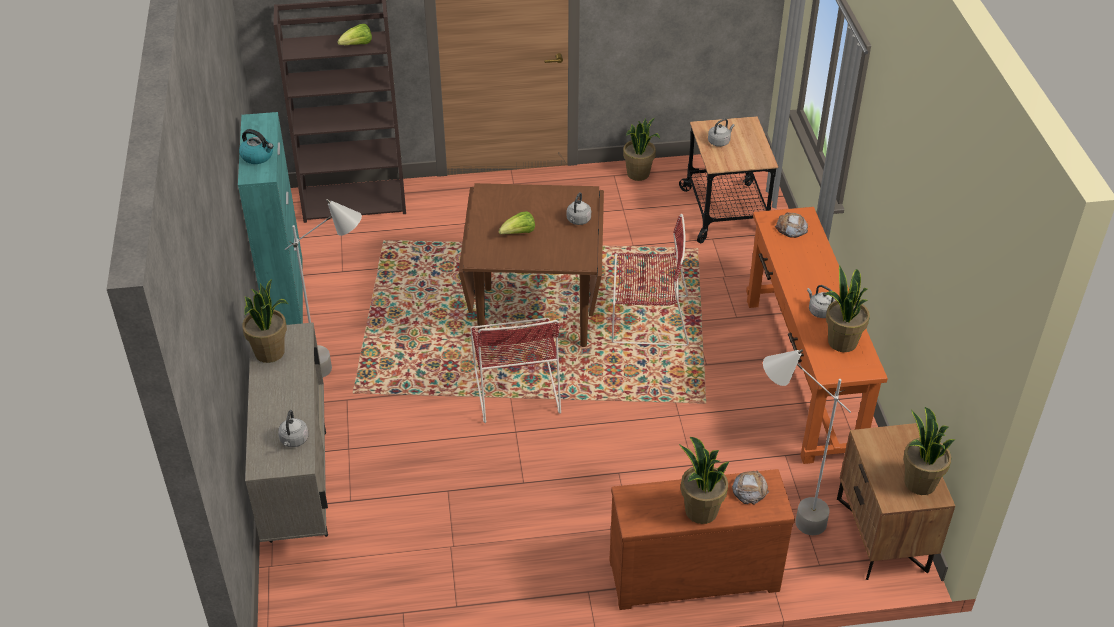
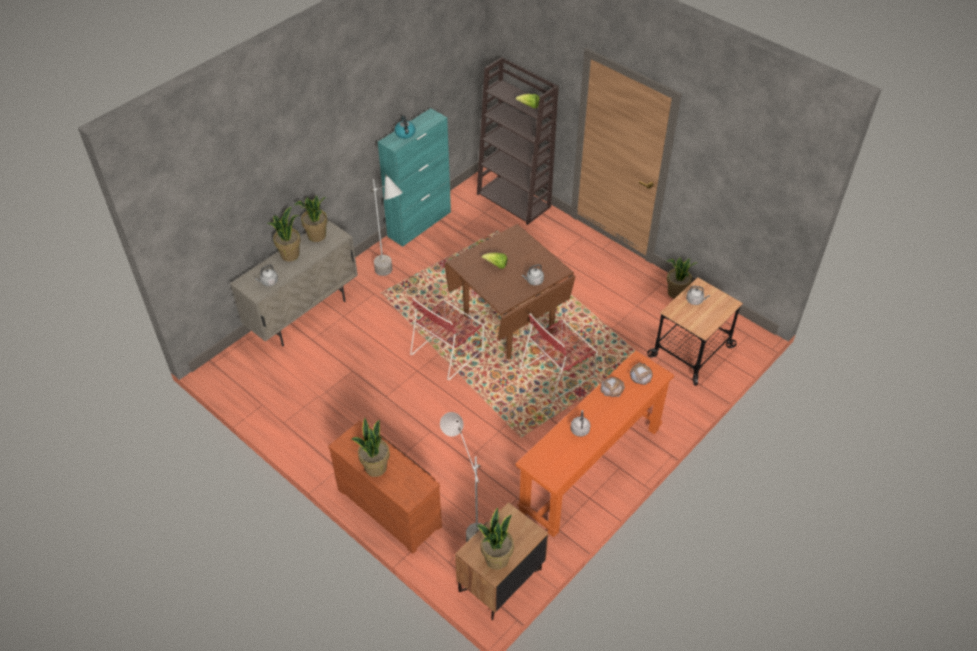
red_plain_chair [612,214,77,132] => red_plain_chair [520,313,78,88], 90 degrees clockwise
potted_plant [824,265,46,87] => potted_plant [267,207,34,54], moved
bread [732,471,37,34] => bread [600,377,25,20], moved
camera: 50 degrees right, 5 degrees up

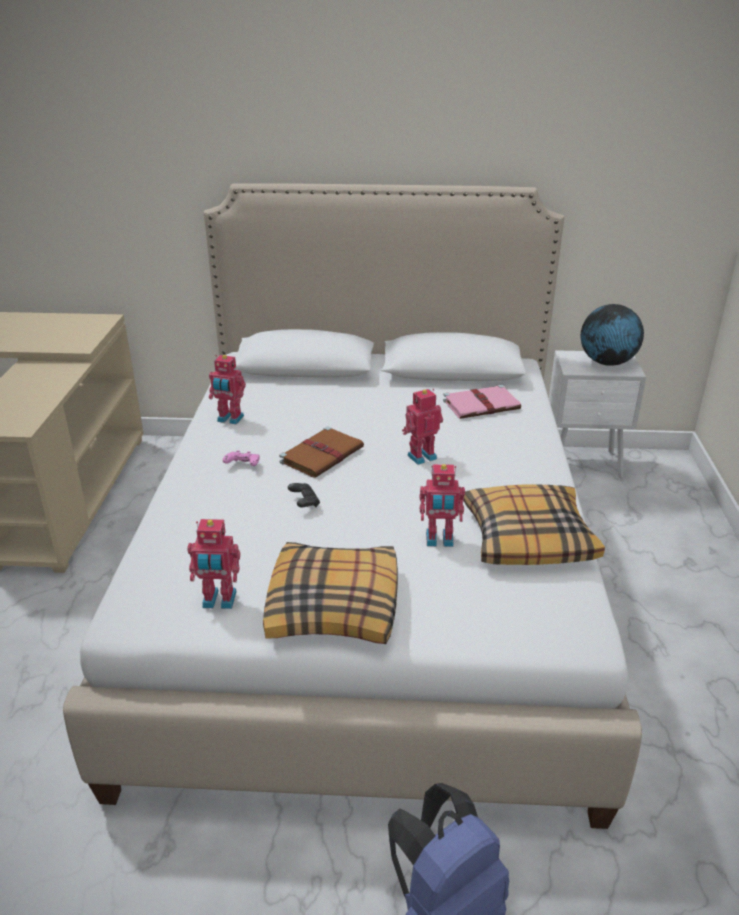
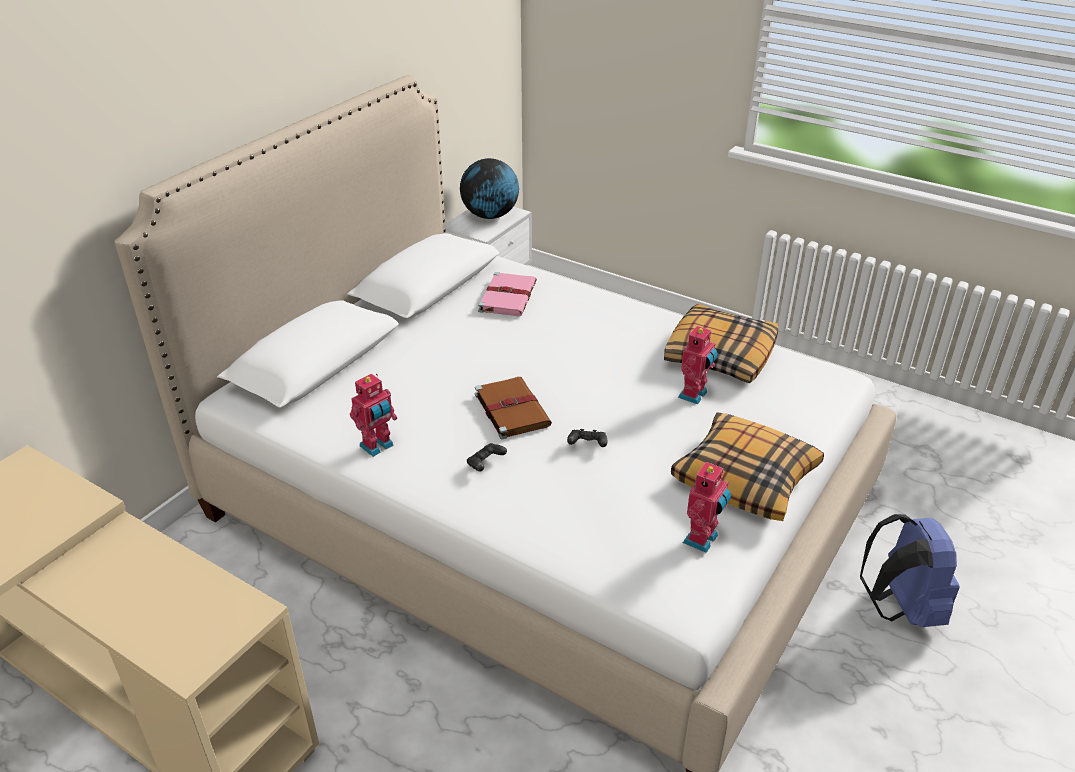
model_robot [402,389,41,76] => nothing
pinkish_joypad [223,450,37,16] => black-coloured_joypad [467,443,40,28]
camera: 60 degrees left, 5 degrees up

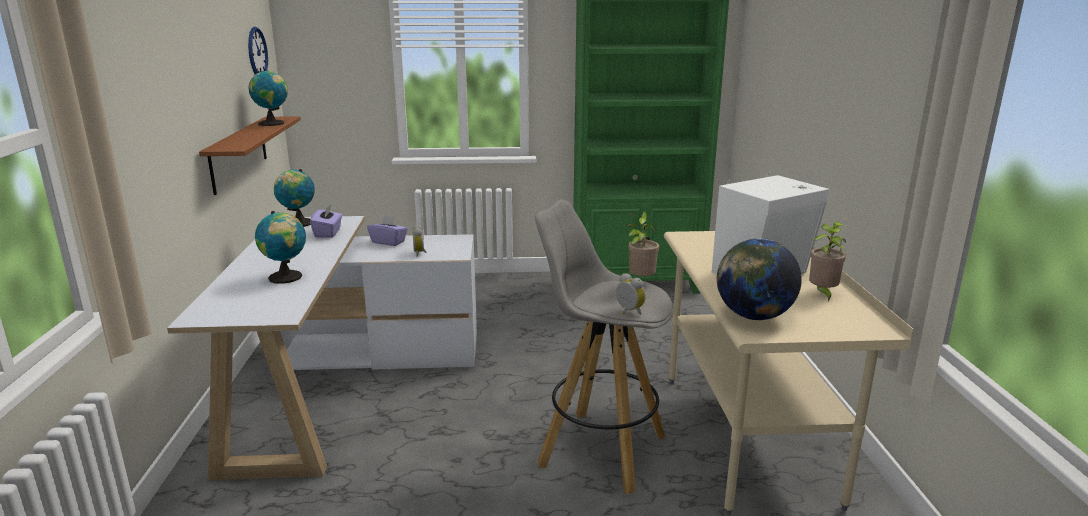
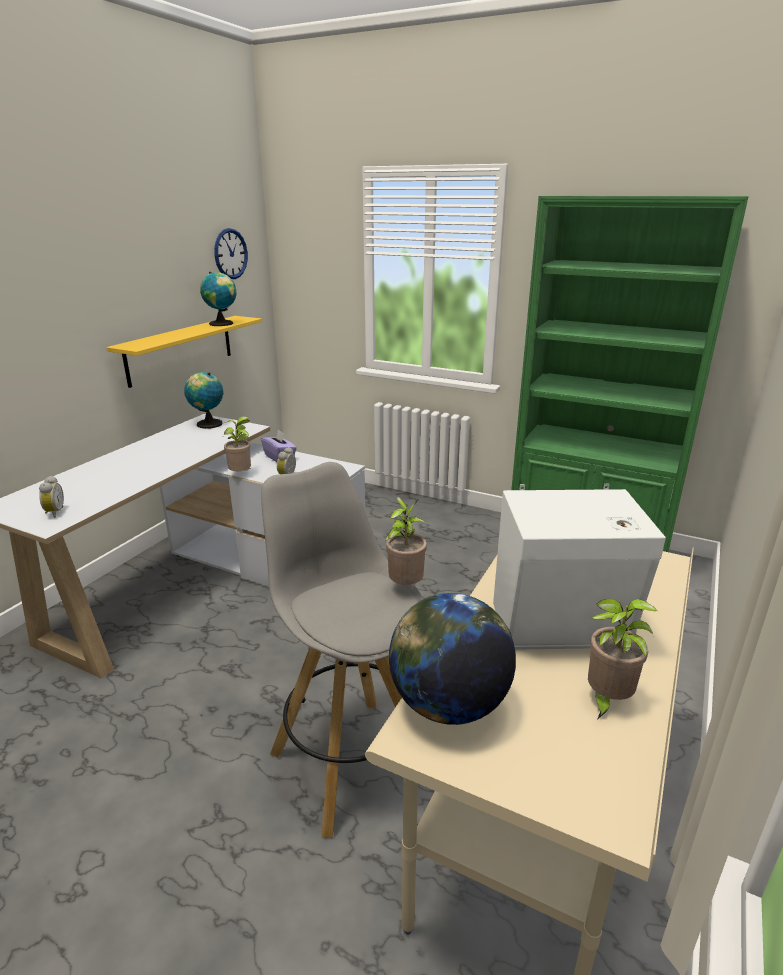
brown-coloured_shelf [199,116,102,79] => yellow_shelf [106,316,156,72]
purple-coloured_tissue_holder [310,204,32,33] => nothing
globe [255,211,51,73] => nothing
bedside_clock [616,273,30,42] => bedside_clock [39,476,25,42], moved
nothing => potted_plant [223,416,28,55]
camera: 30 degrees right, 5 degrees up

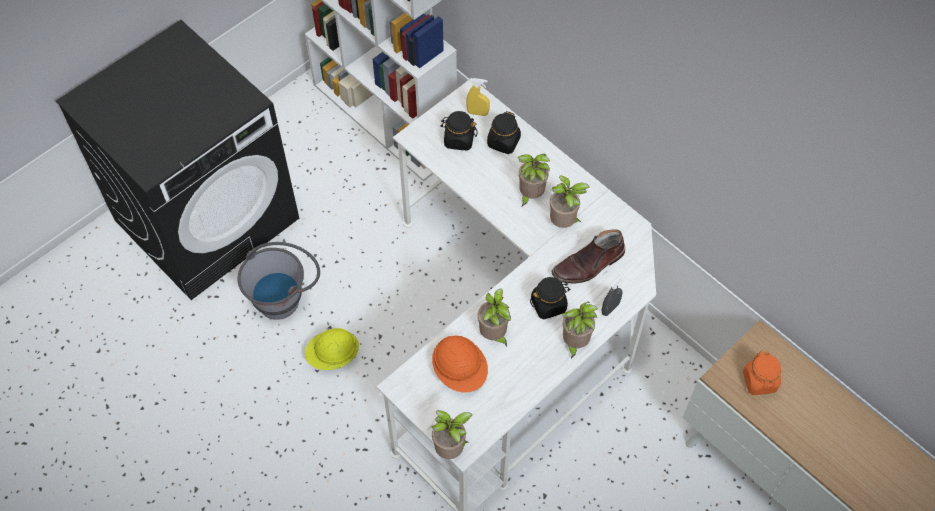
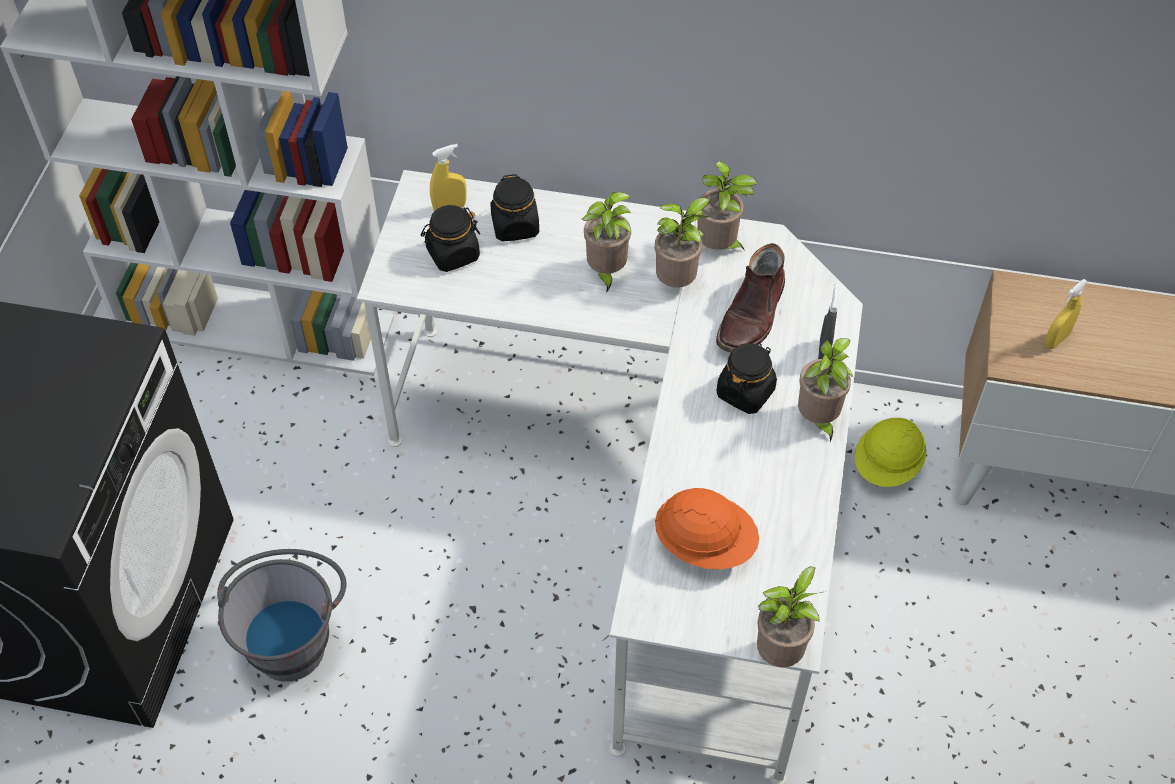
potted_plant [478,289,33,58] => potted_plant [697,161,60,90], moved
yellow_safety_helmet [305,328,54,42] => yellow_safety_helmet [855,418,71,69], moved
orange_jar [743,351,38,44] => yellow_spray_bottle [1045,279,43,70]
camera: 35 degrees left, 5 degrees down

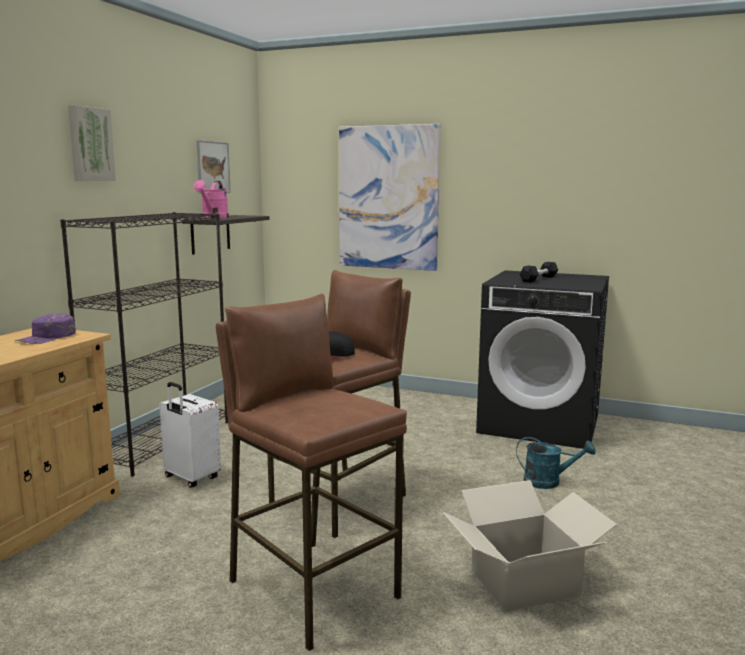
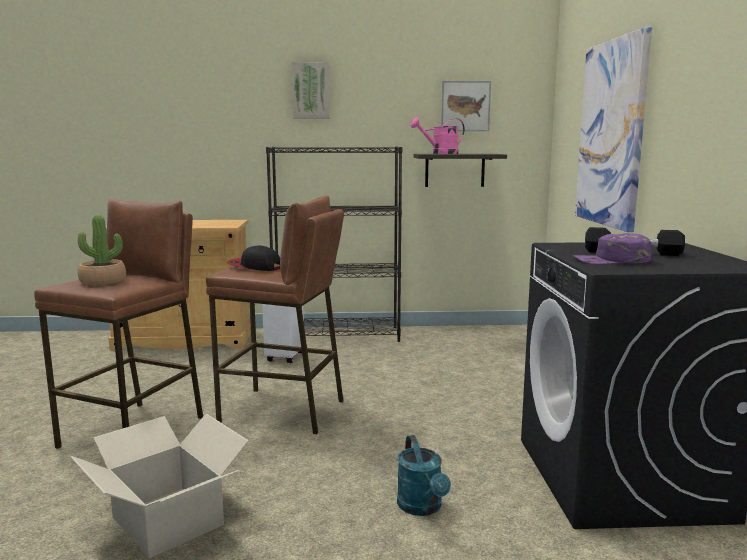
purple-coloured_peaked_cap [15,313,61,31] => purple-coloured_peaked_cap [573,233,79,31], moved
nothing => potted_plant [78,215,48,71]
camera: 65 degrees right, 0 degrees up

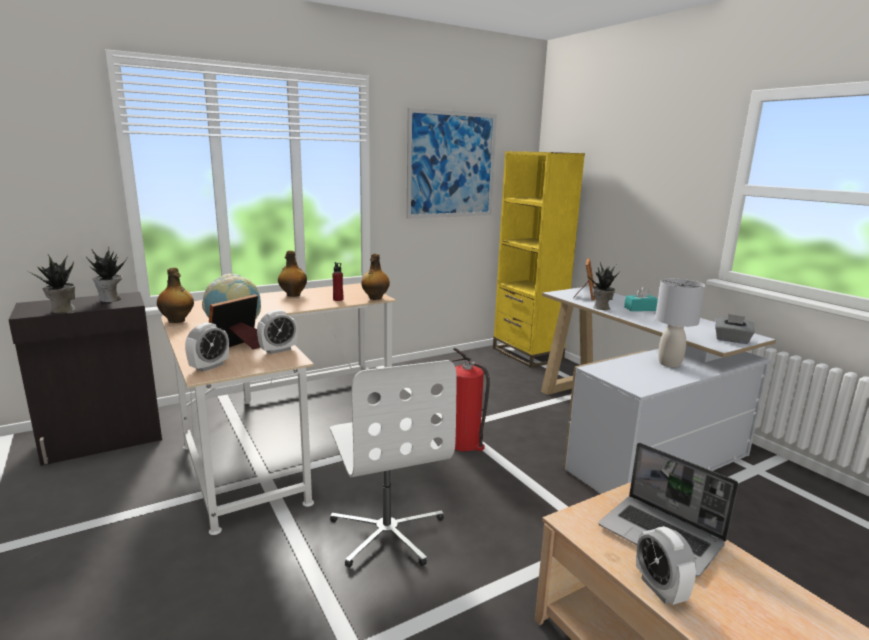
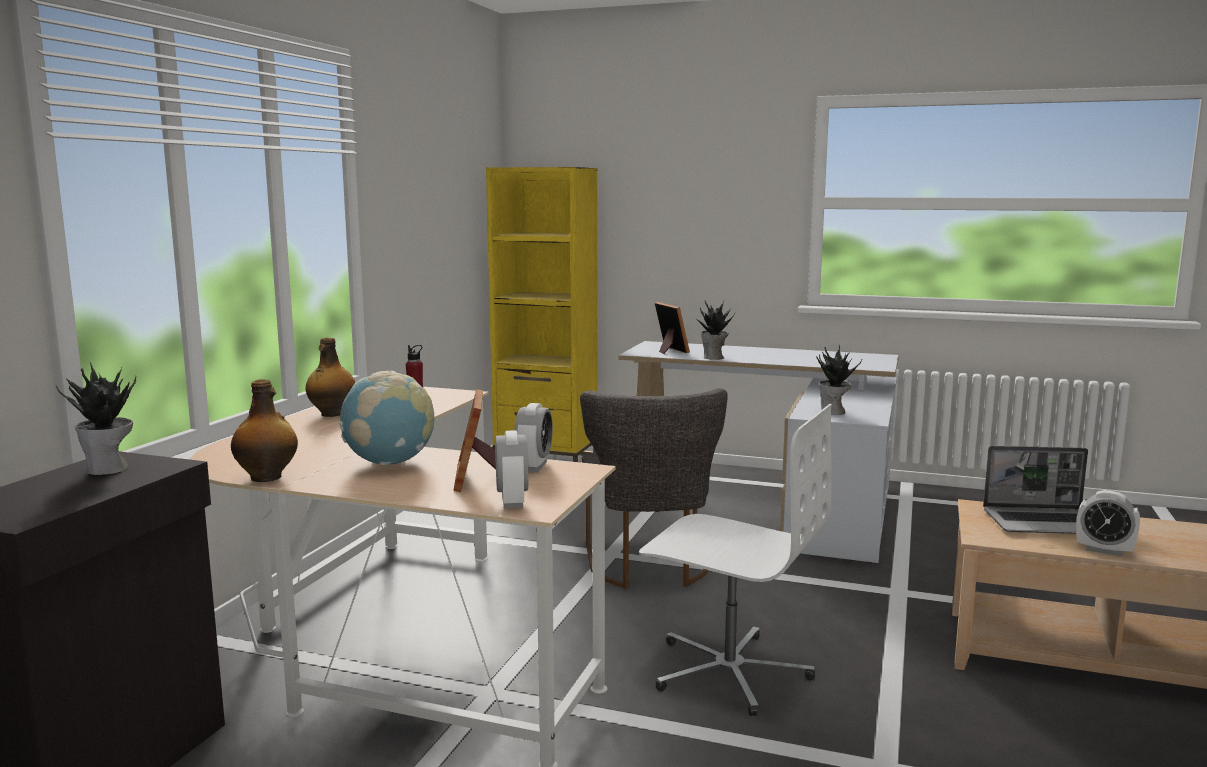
wall_art [407,108,90,111] => nothing
potted_plant [28,254,48,59] => potted_plant [817,345,45,70], moved
beverage_bottle [361,254,29,46] => nothing
grey_lamp_for_a_table [655,279,50,88] => nothing
turquoise-coloured_tissue_holder [624,286,34,25] => nothing
grey_tissue_holder [715,314,40,30] => nothing
extinguisher [451,348,39,103] => grey_plain_chair [580,388,148,201]
camera: 40 degrees left, 5 degrees down

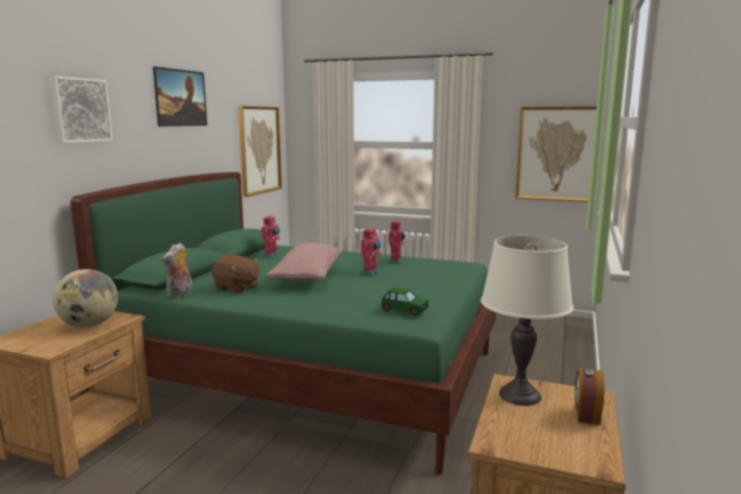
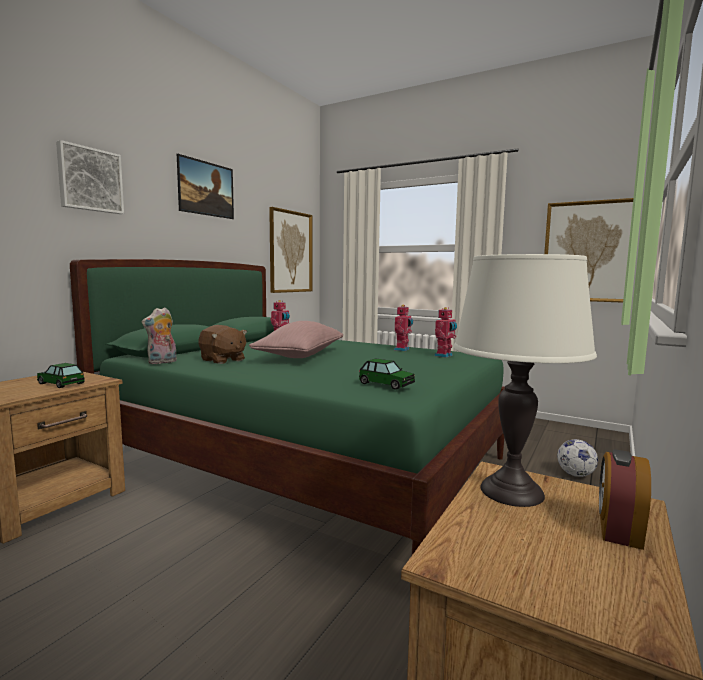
model_robot [361,227,20,48] => model_robot [434,307,23,51], moved
globe [53,269,65,59] => model_car [37,363,47,25]
nothing => football [557,439,41,38]
camera: 10 degrees right, 5 degrees down

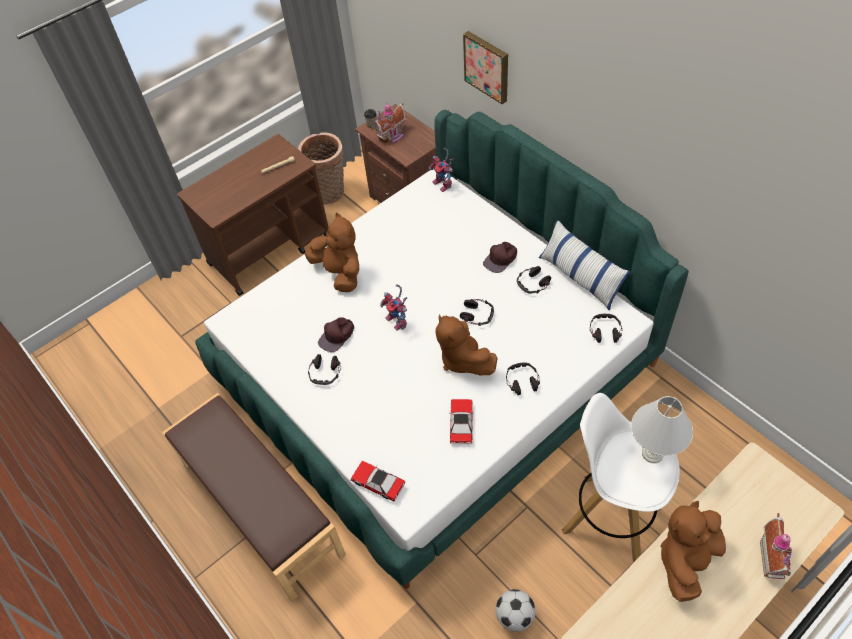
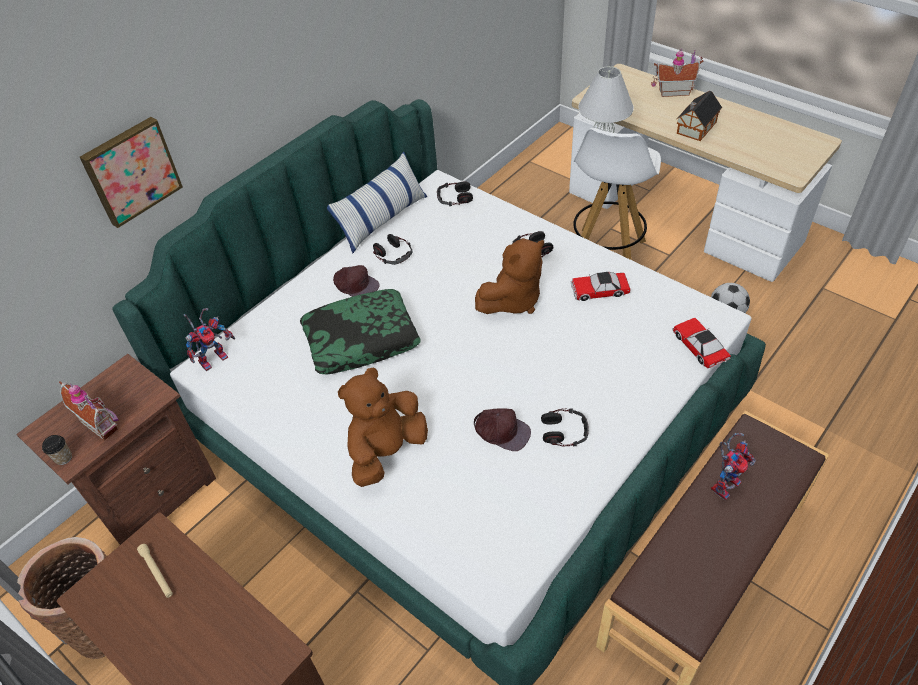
model_robot [380,285,27,45] => model_robot [711,433,45,68], moved
pair_of_headphones [460,299,34,27] => nothing
model_car [351,461,55,40] => model_car [672,318,59,51], 135 degrees clockwise
brown-coloured_soft_toy [660,501,66,101] => miniature_house [677,91,45,50]
nothing => throw_pillow [300,289,120,85]
camera: 100 degrees left, 5 degrees down

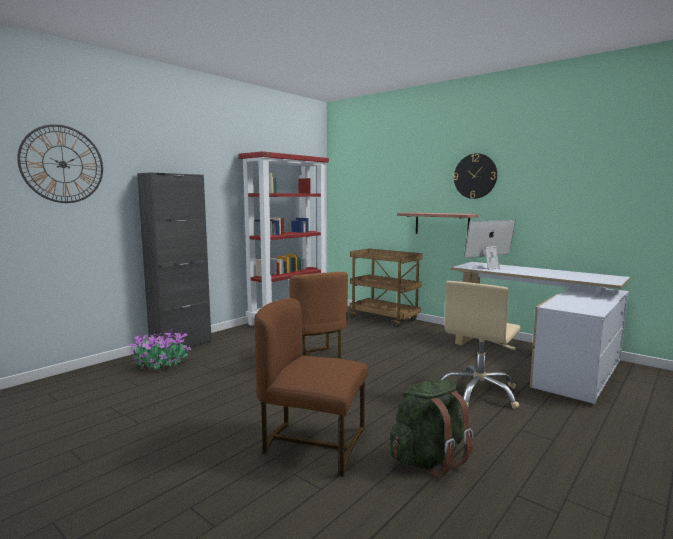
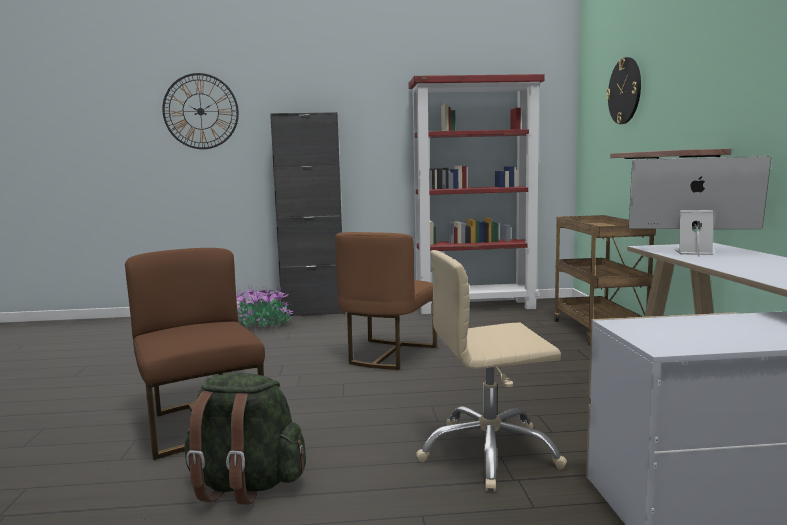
wall_clock [453,153,44,46] => wall_clock [606,57,35,67], moved
camera: 45 degrees right, 0 degrees up

